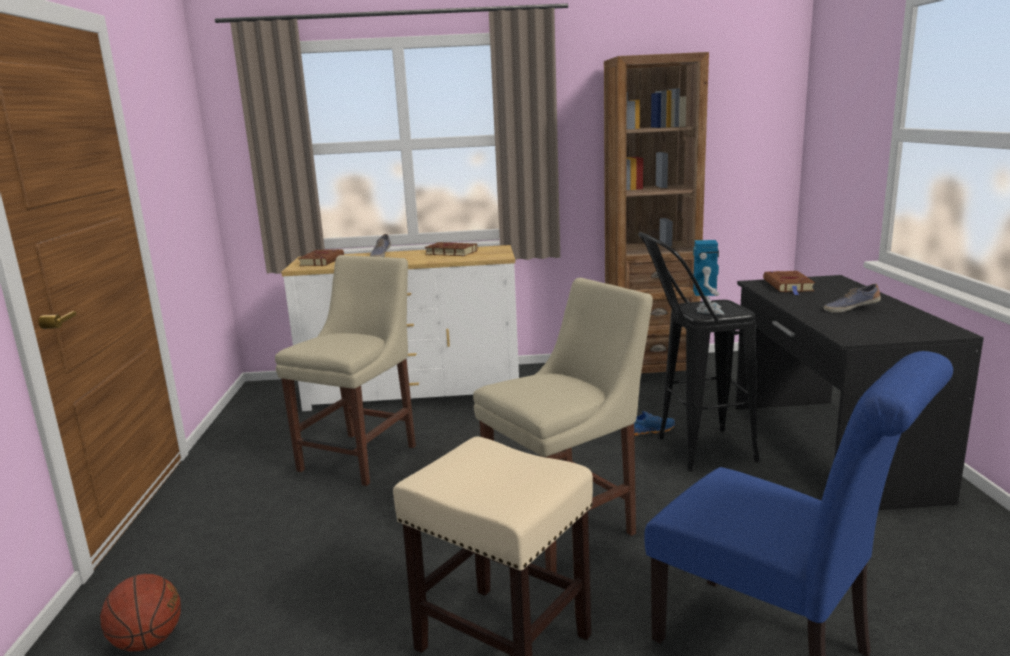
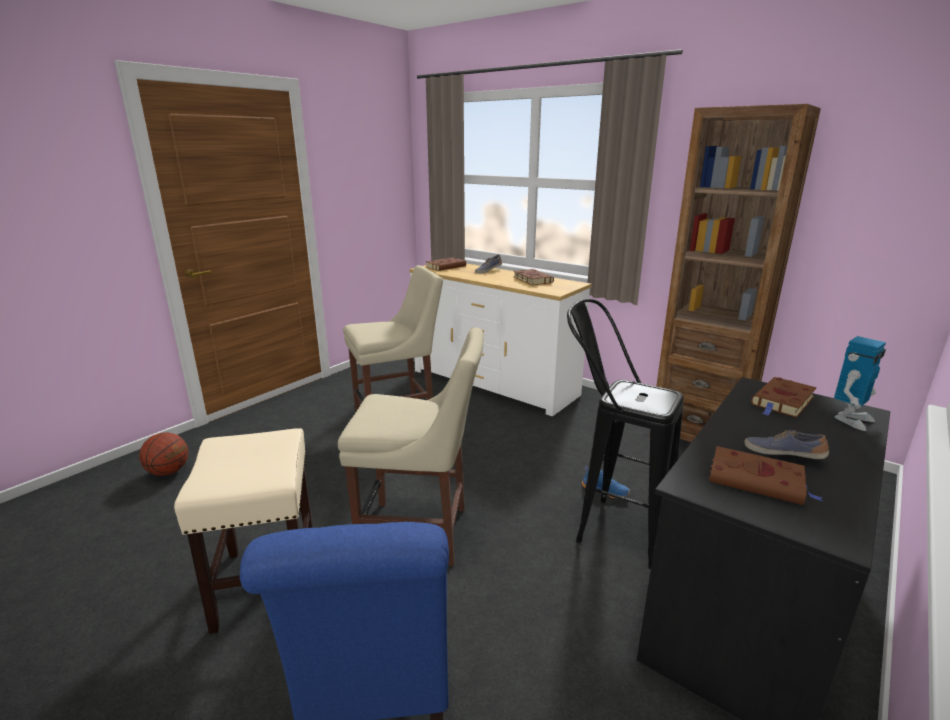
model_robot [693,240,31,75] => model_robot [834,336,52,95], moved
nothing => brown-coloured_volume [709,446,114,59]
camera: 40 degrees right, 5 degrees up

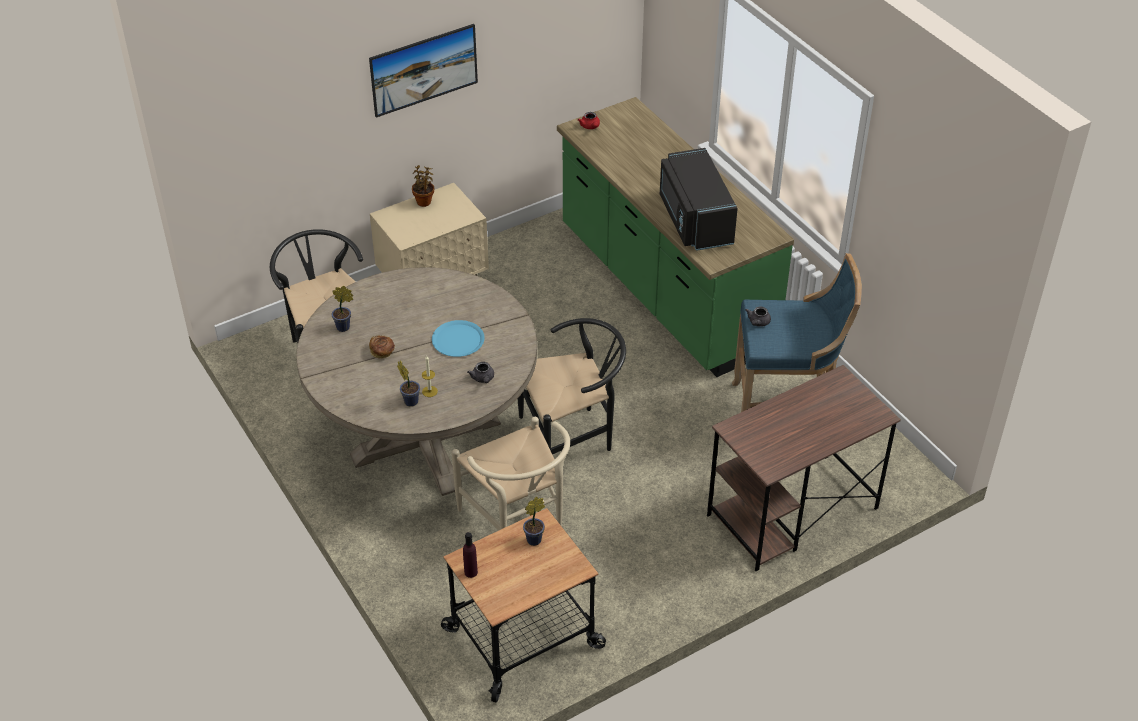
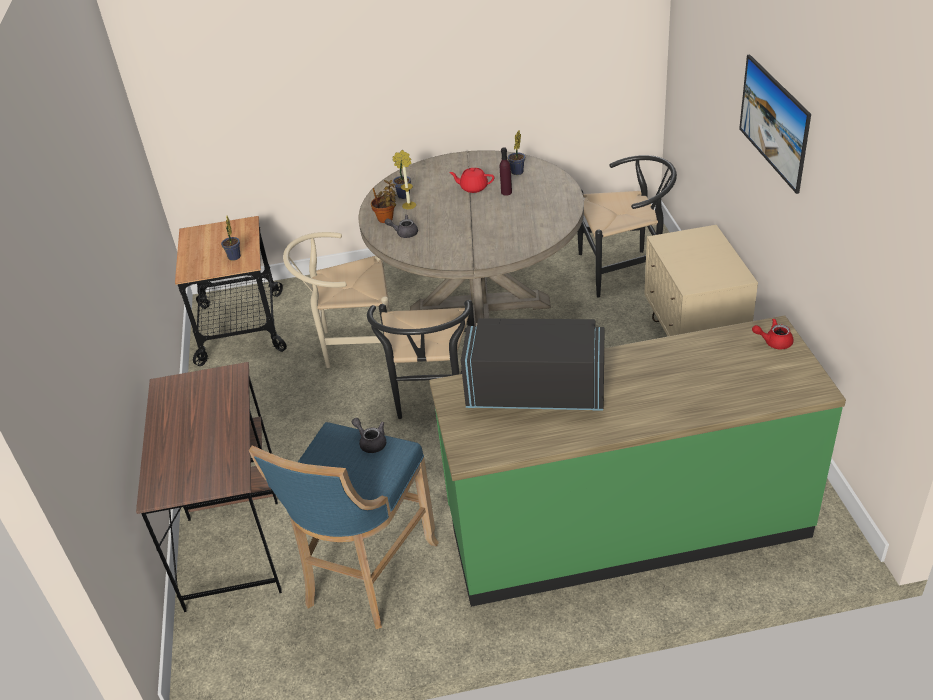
potted_plant [412,165,22,42] => potted_plant [371,180,25,43], moved
blue-coloured_plate [432,320,53,37] => nothing
bread [369,335,26,24] => red_tea_pot [449,168,45,25]
purple-coloured_beverage_bottle [463,532,15,46] => purple-coloured_beverage_bottle [500,147,12,49], moved
camera: 115 degrees right, 5 degrees down

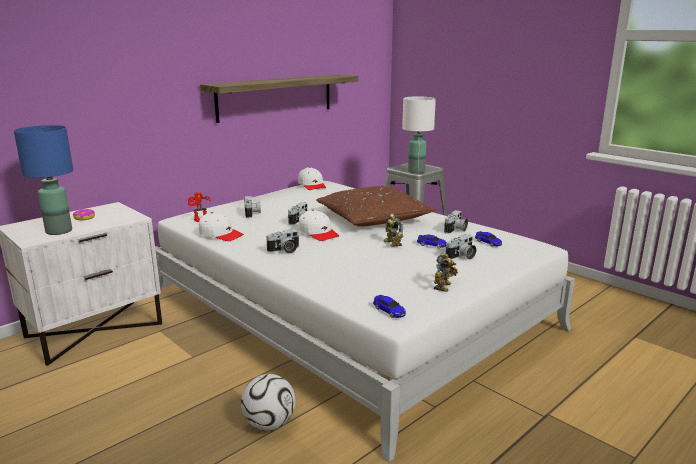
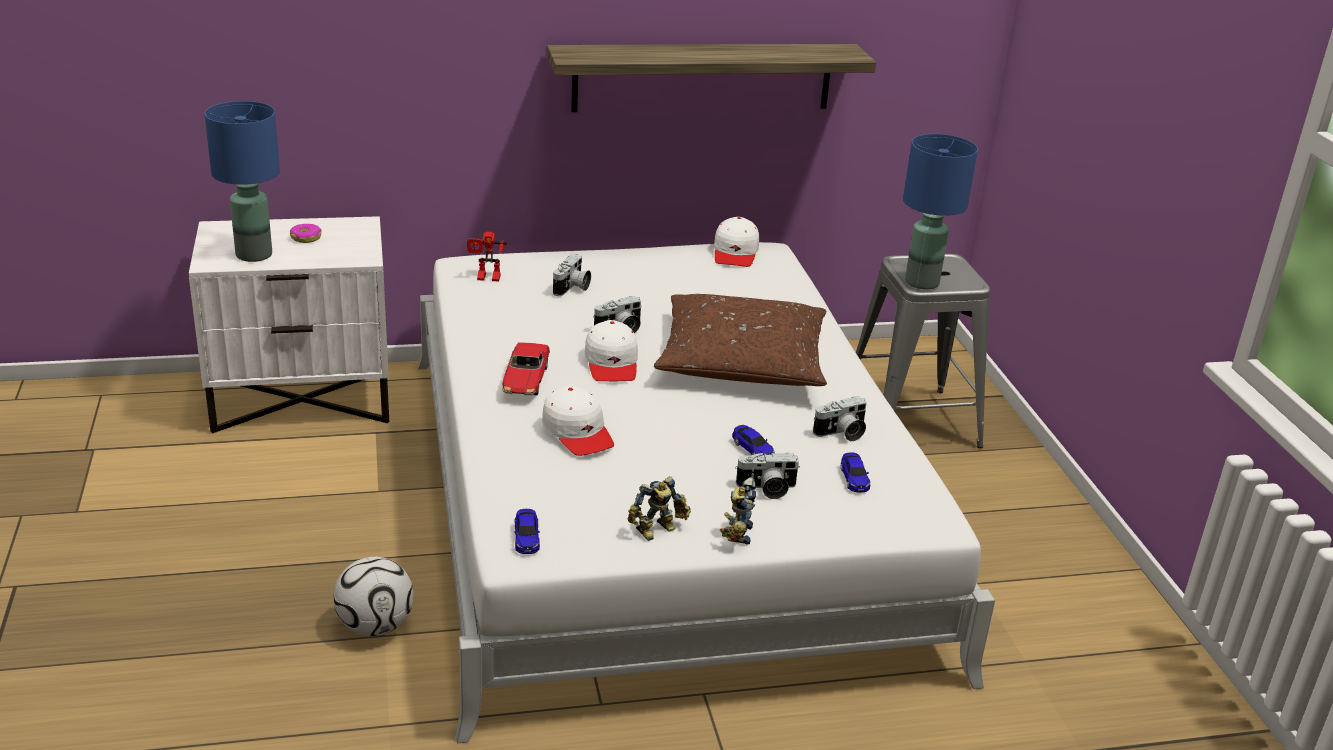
whitish_lamp_for_a_table [402,97,34,76] => blue-coloured_lamp_for_a_table [903,134,75,156]
whitish_peaked_cap [199,212,45,29] => whitish_peaked_cap [542,386,72,70], moved
model_robot [384,214,20,33] => model_robot [720,477,36,67], moved
photo_camera [266,229,33,24] => model_car [502,343,48,52]
camera: 30 degrees right, 10 degrees up

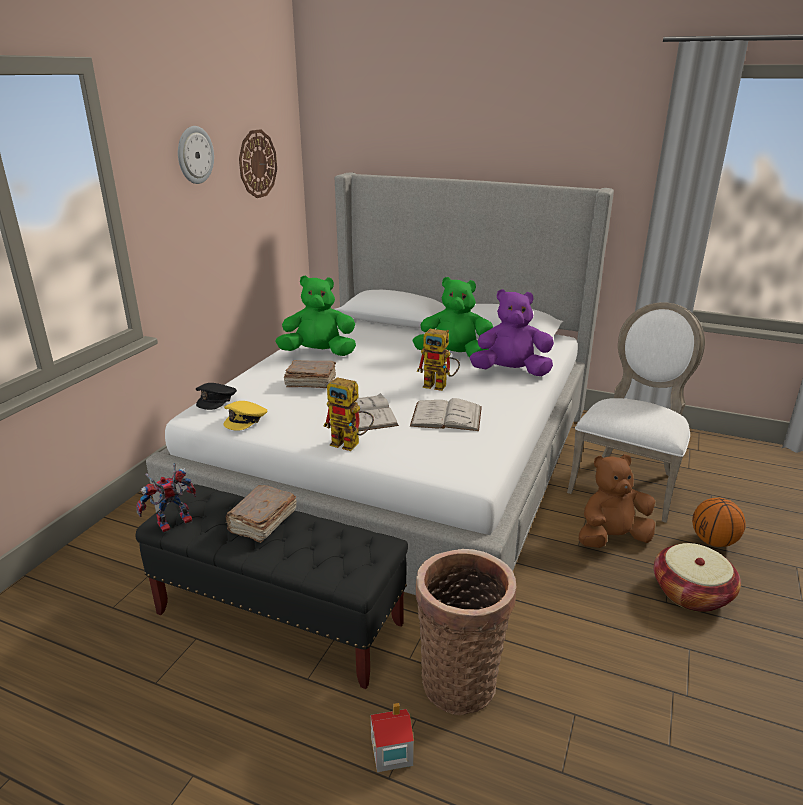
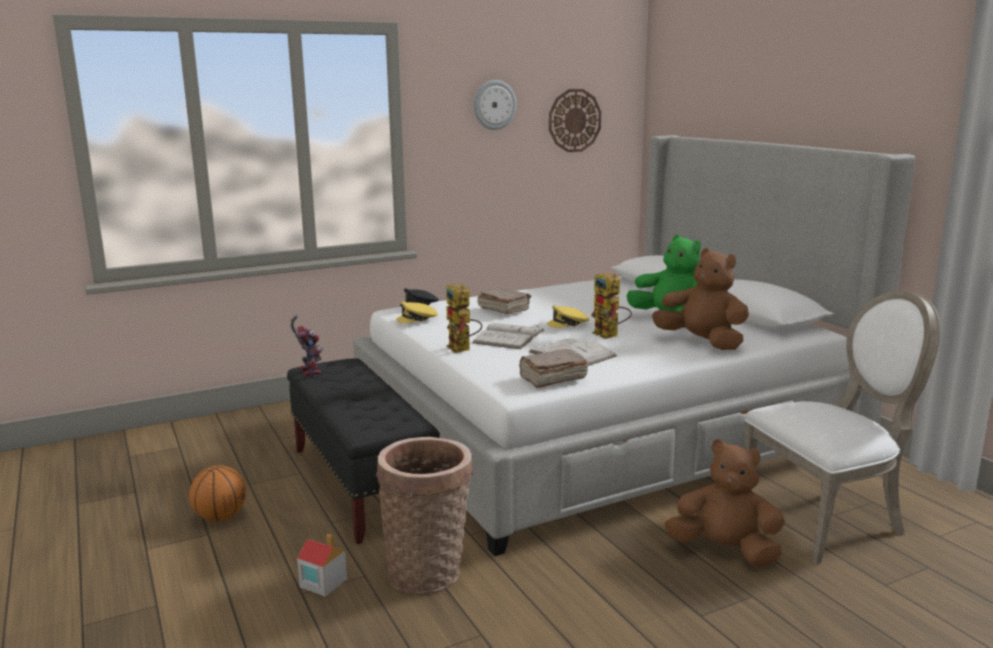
green_soft_toy [275,275,81,81] => nothing
purple-coloured_soft_toy [470,289,84,87] => brown-coloured_soft_toy [652,248,97,102]
model_robot [136,463,60,69] => model_robot [291,315,33,62], 60 degrees clockwise
brown-coloured_volume [226,485,71,58] => brown-coloured_volume [519,349,69,39], moved
ball_for_basketball [692,498,54,49] => ball_for_basketball [189,465,57,57], moved
household_basket [654,543,87,69] => nothing
nothing => yellow_peaked_cap [547,306,42,22]
camera: 40 degrees right, 10 degrees down

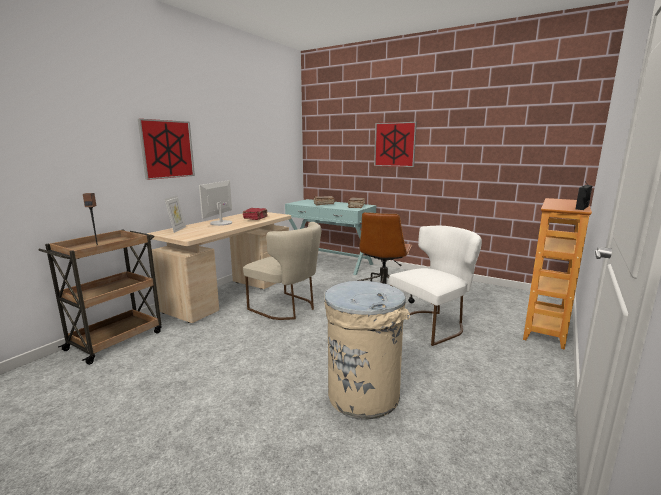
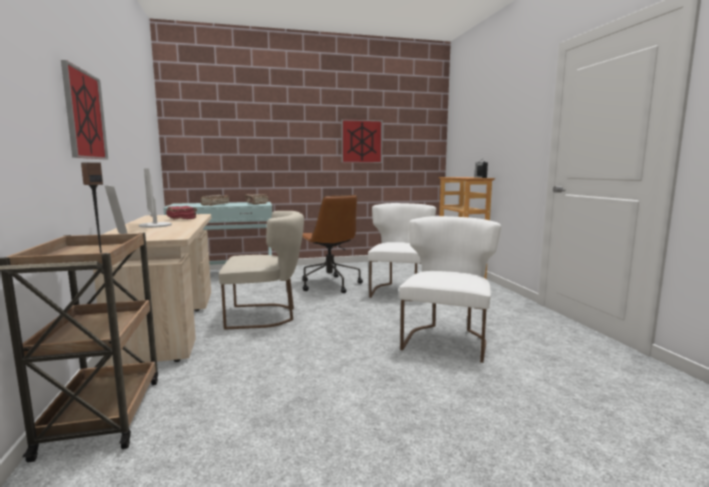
wall_art [374,122,43,45] => wall_art [341,119,42,44], moved
beige-coloured_trash_can [324,281,86,139] => whitish_plain_chair [399,216,102,147]
camera: 45 degrees left, 5 degrees down

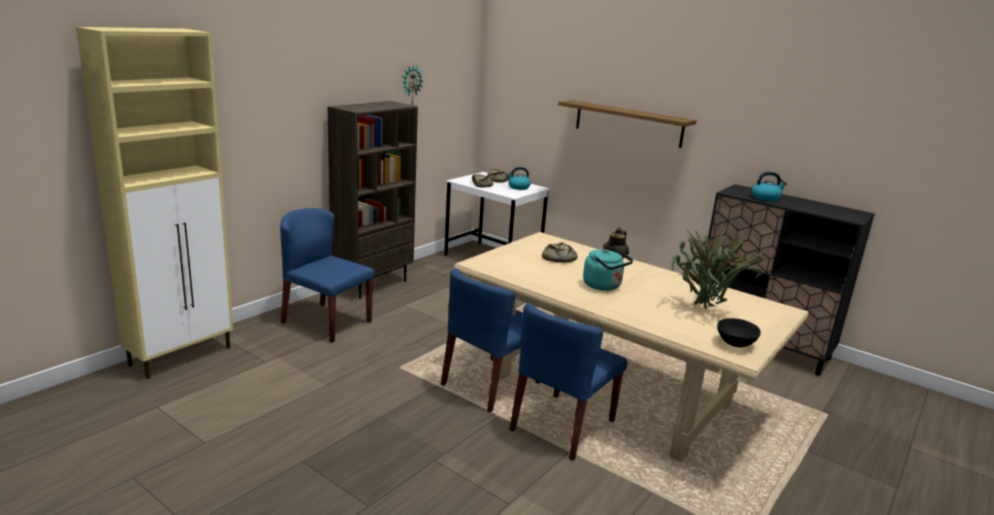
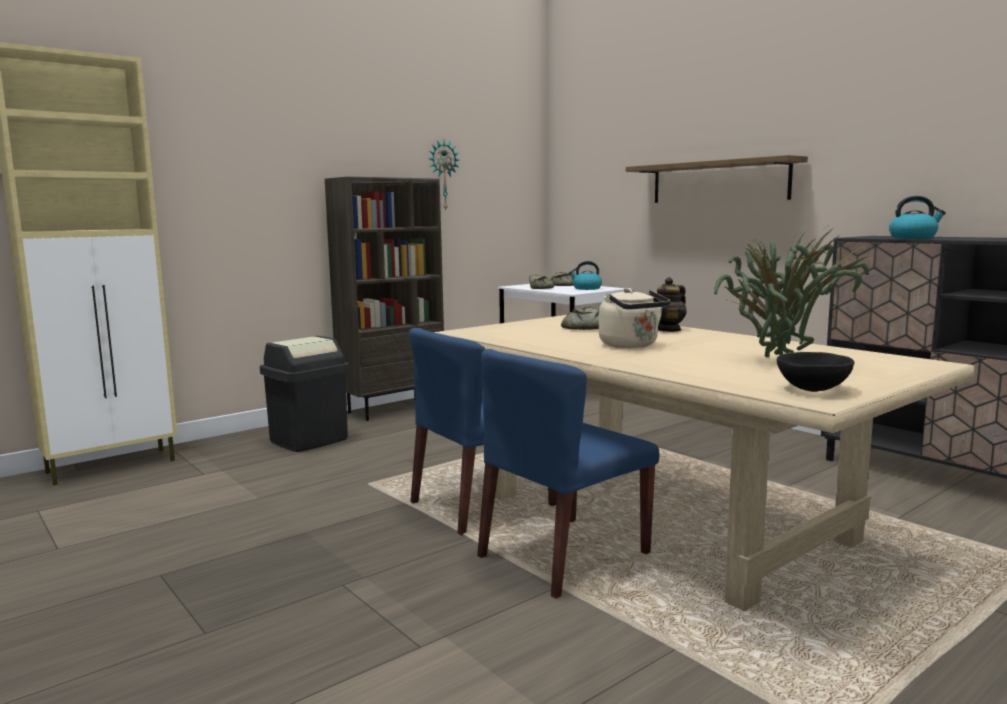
blue-coloured_plain_chair [280,208,95,135] => black-coloured_trash_can [260,336,89,116]
turquoise-coloured_tea_kettle [583,249,50,42] => beige-coloured_tea_kettle [599,288,71,60]
camera: 15 degrees right, 10 degrees down

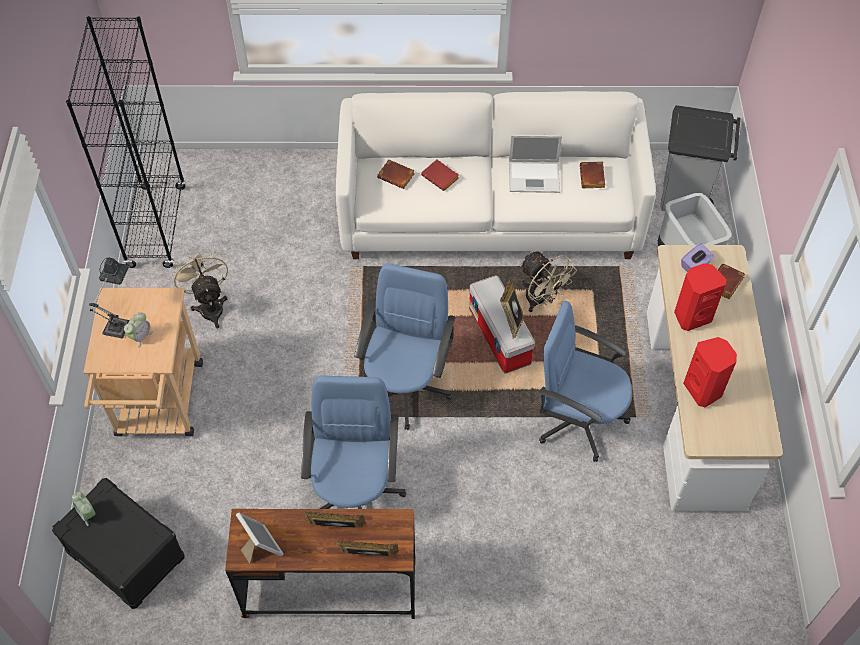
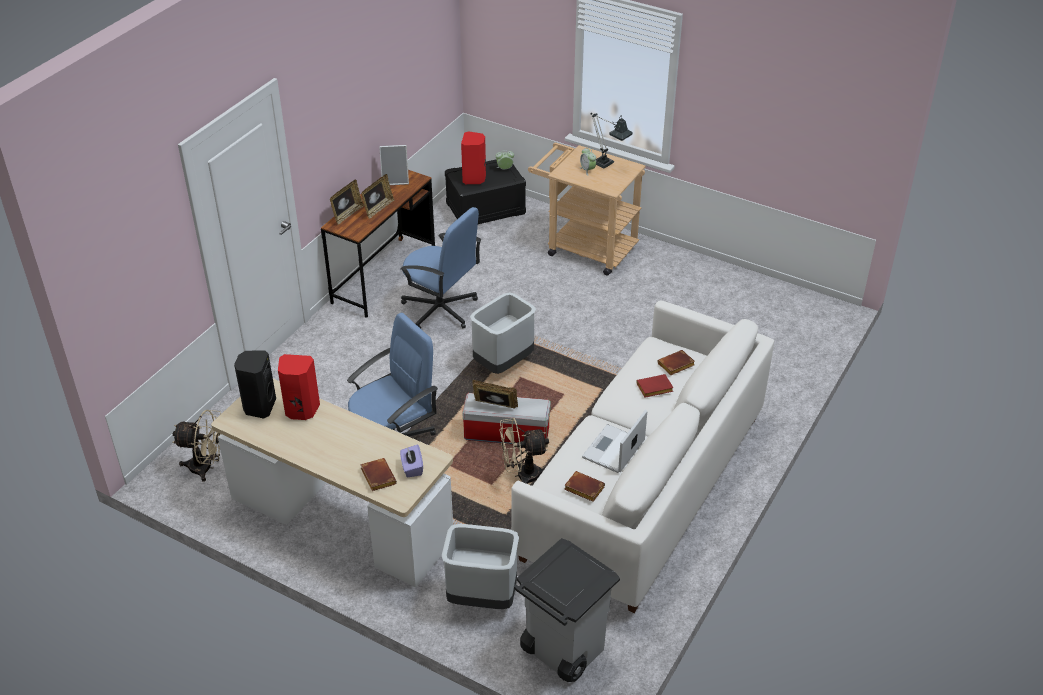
black-coloured_bookcase [66,16,120,252] => nothing
beige-coloured_fan [172,249,56,79] => beige-coloured_fan [172,410,49,72], moved
blue-coloured_office_chair [354,263,102,167] => grey_trash_can [470,292,66,82]
red_speaker [674,263,53,68] => red_speaker [461,131,25,53], moved
nothing => black-coloured_speaker [234,350,42,69]
camera: 120 degrees right, 15 degrees down

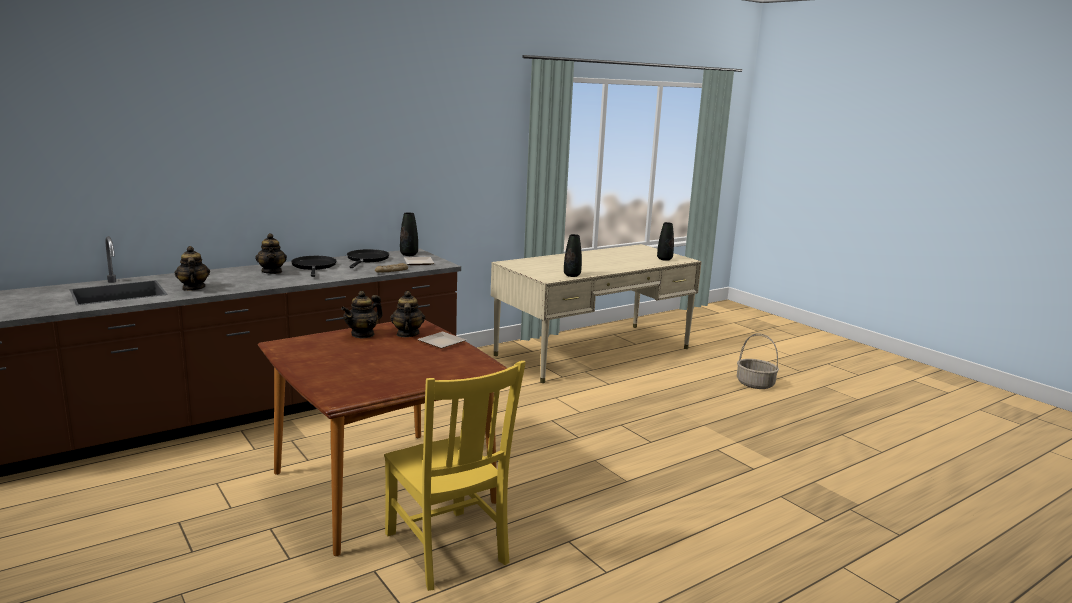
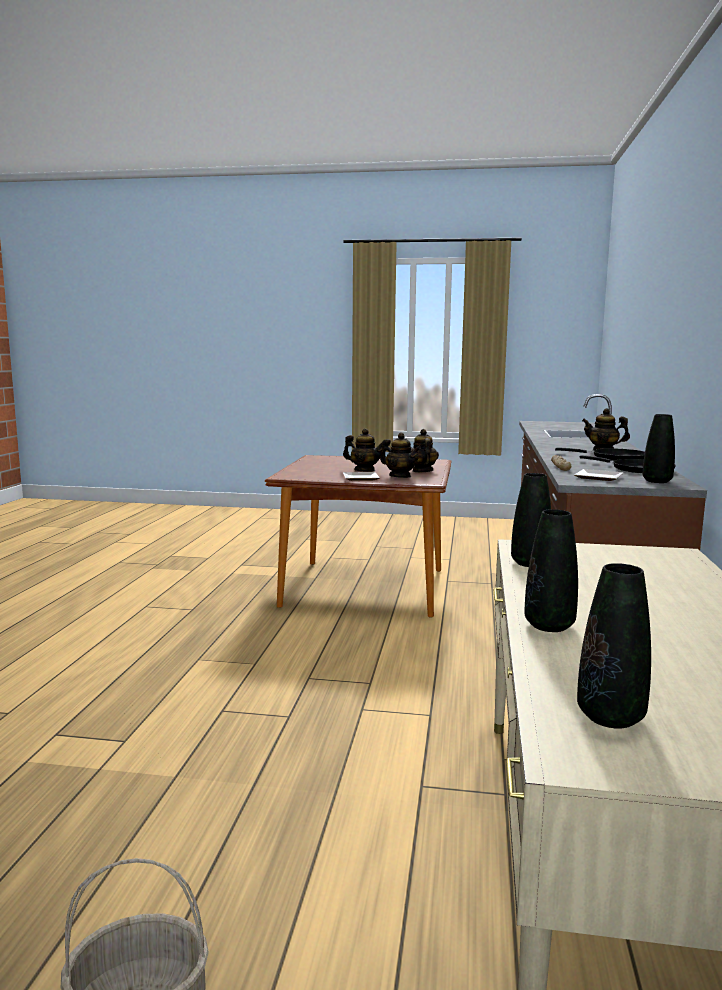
tea_pot [175,246,35,45] => tea_pot [343,429,39,42], moved
yellow_plain_chair [384,361,142,230] => nothing
nothing => black-coloured_flower_vase [524,509,54,123]
camera: 135 degrees right, 5 degrees down

